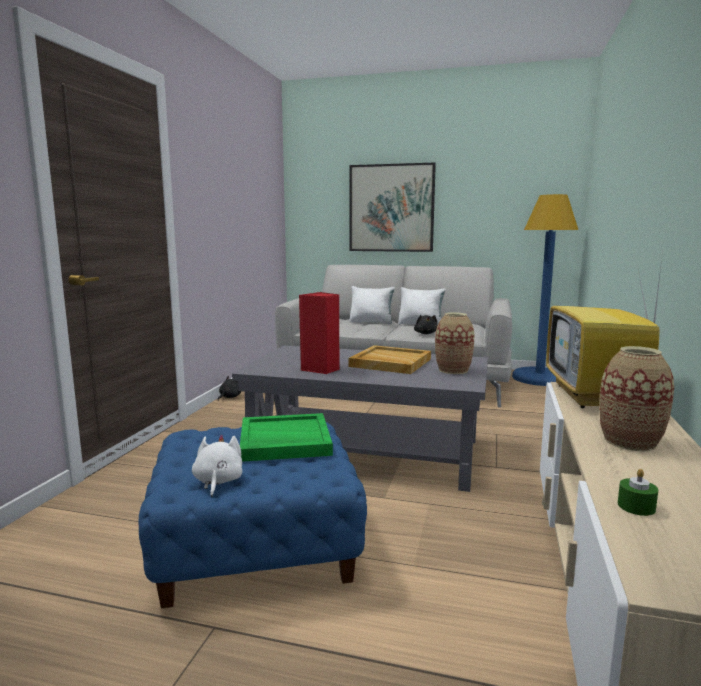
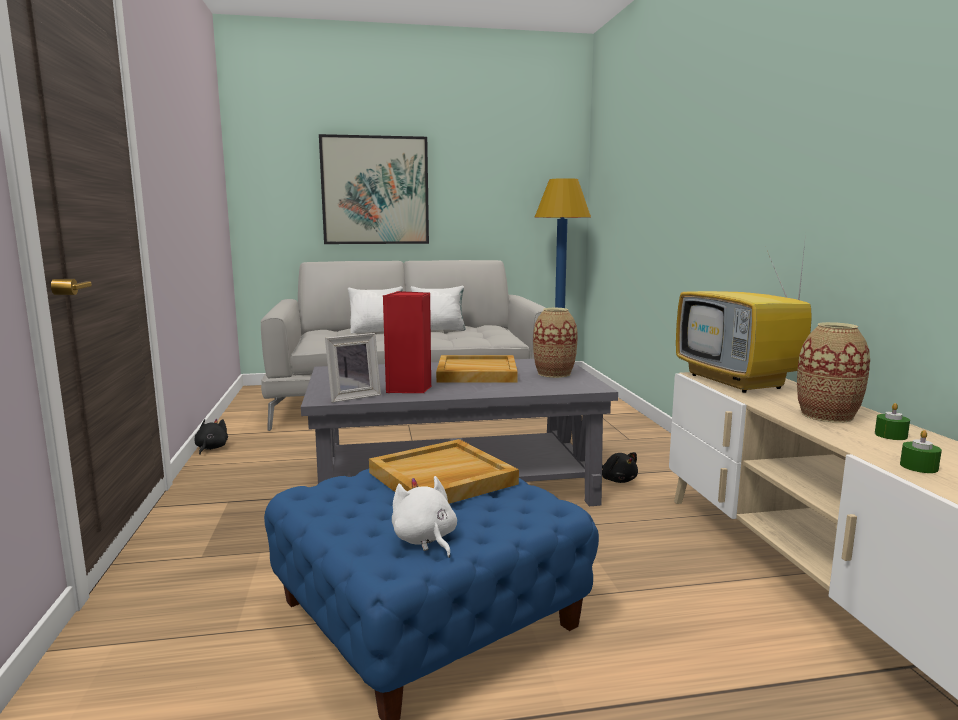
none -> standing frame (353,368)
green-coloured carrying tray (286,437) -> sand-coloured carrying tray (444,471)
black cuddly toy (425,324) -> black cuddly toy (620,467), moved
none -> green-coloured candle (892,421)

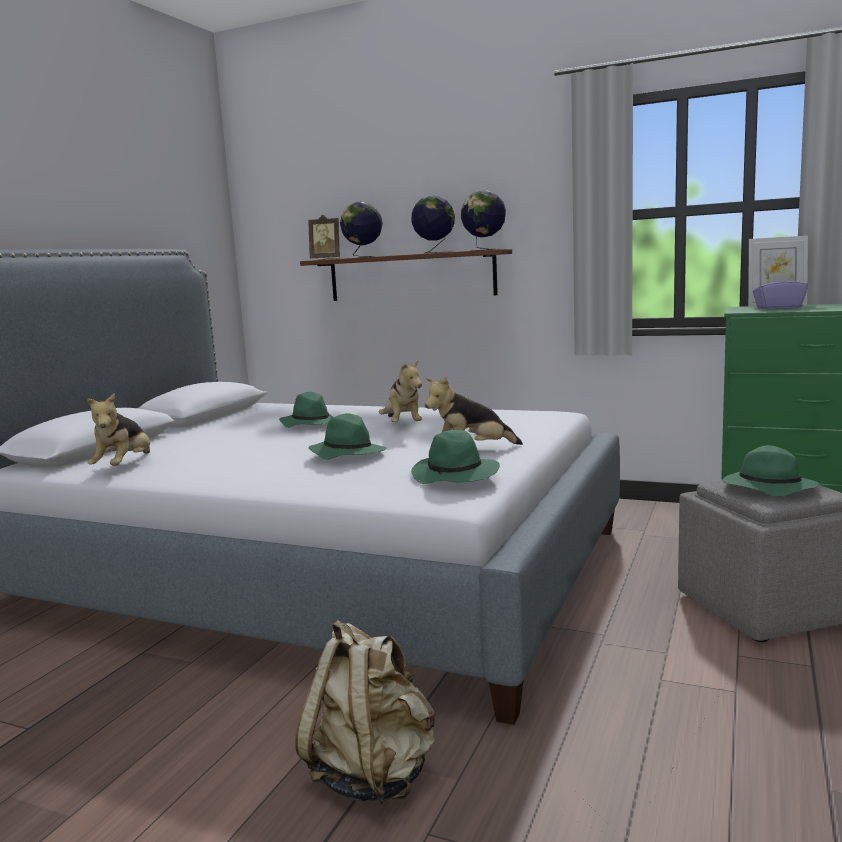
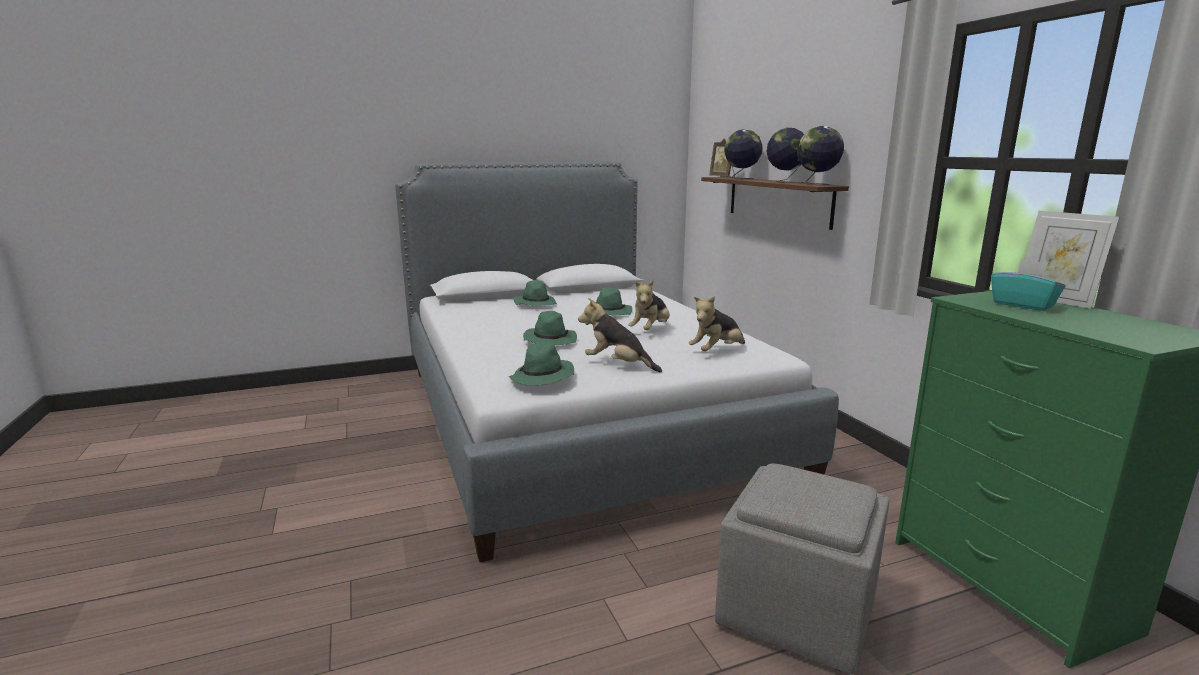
green-coloured hat (770,471) -> green-coloured hat (535,293), moved
cuddly toy (118,429) -> cuddly toy (717,323), moved
purple-coloured tissue box (780,291) -> blue-green tissue box (1028,285)
sand-coloured knapsack (365,712) -> none

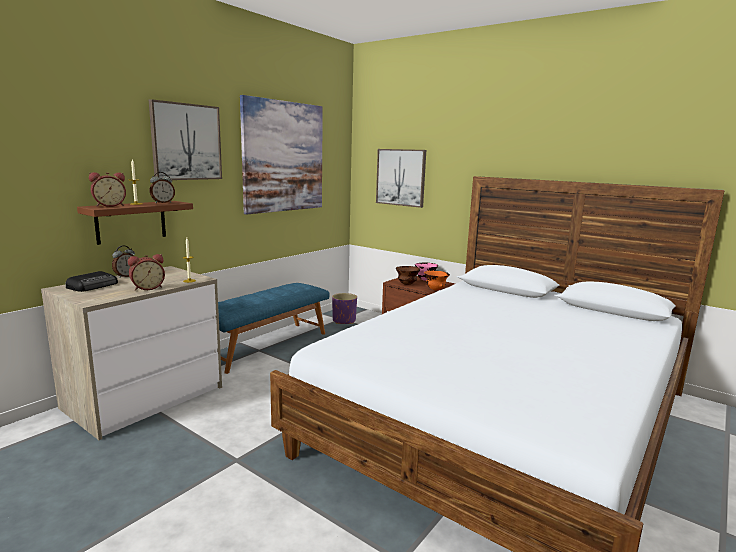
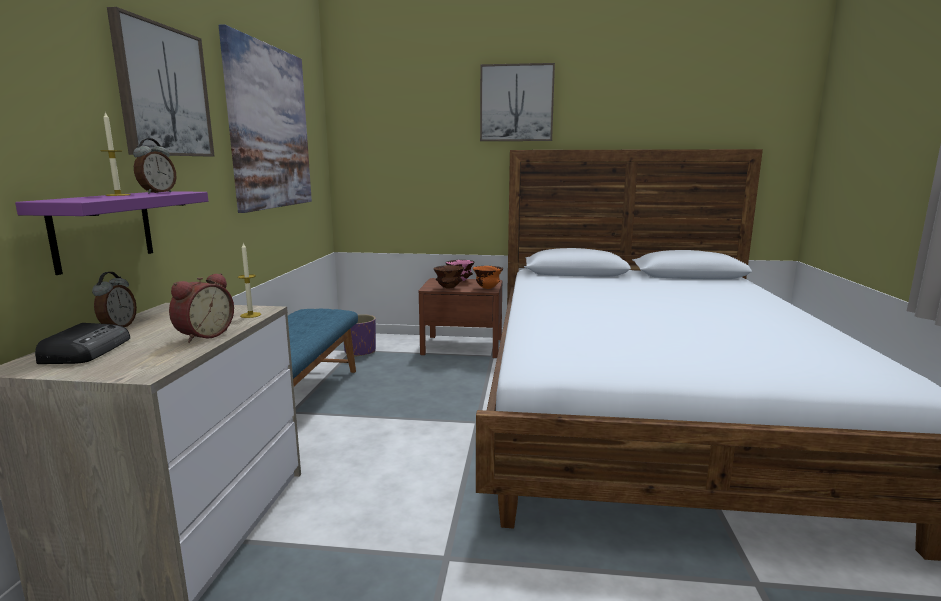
brownish bracket shelf (135,223) -> purple-coloured bracket shelf (111,233)
picture (401,178) -> picture (517,102), moved
table clock (107,189) -> none

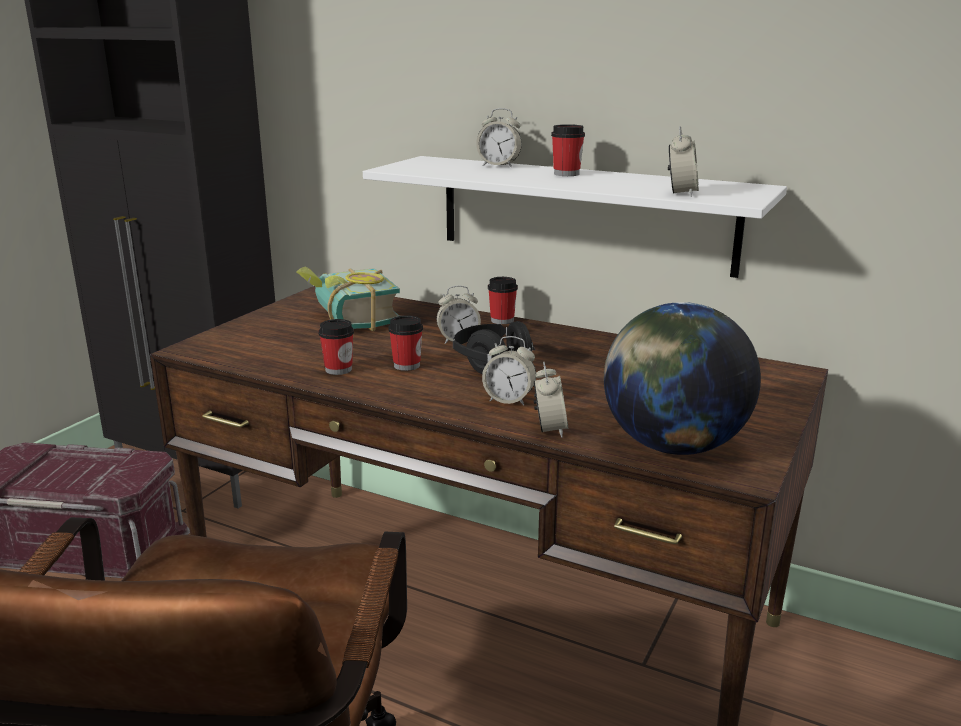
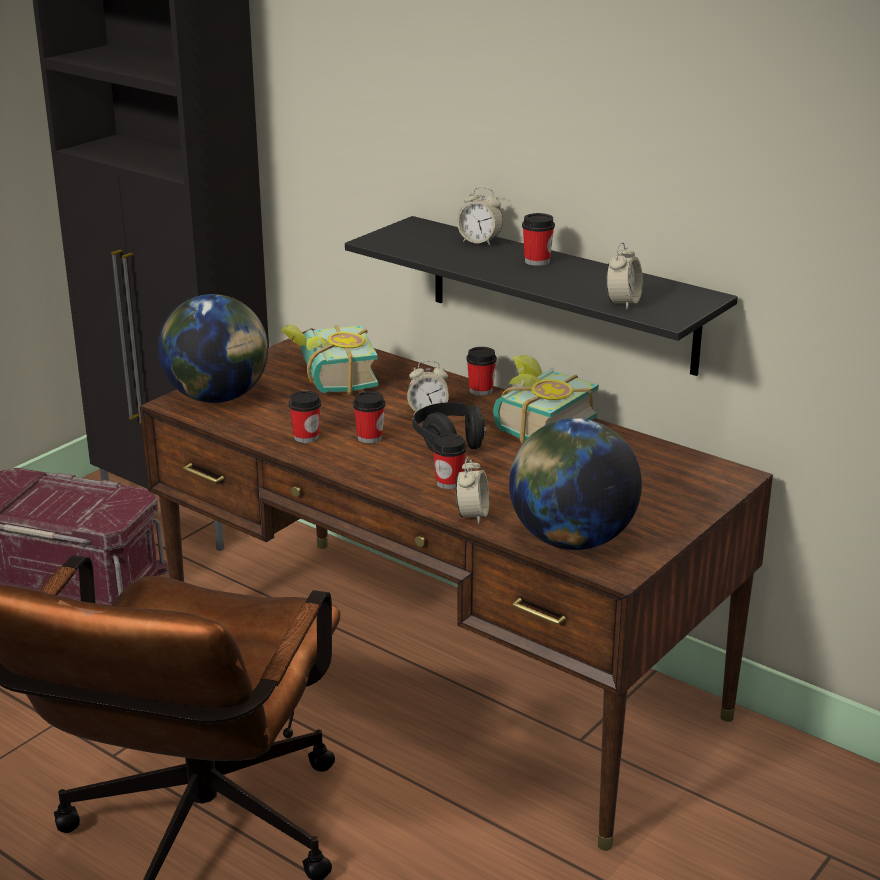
none -> globe (213,348)
whitish bracket shelf (575,217) -> black bracket shelf (541,296)
table clock (509,371) -> cup (449,461)
none -> book (546,399)

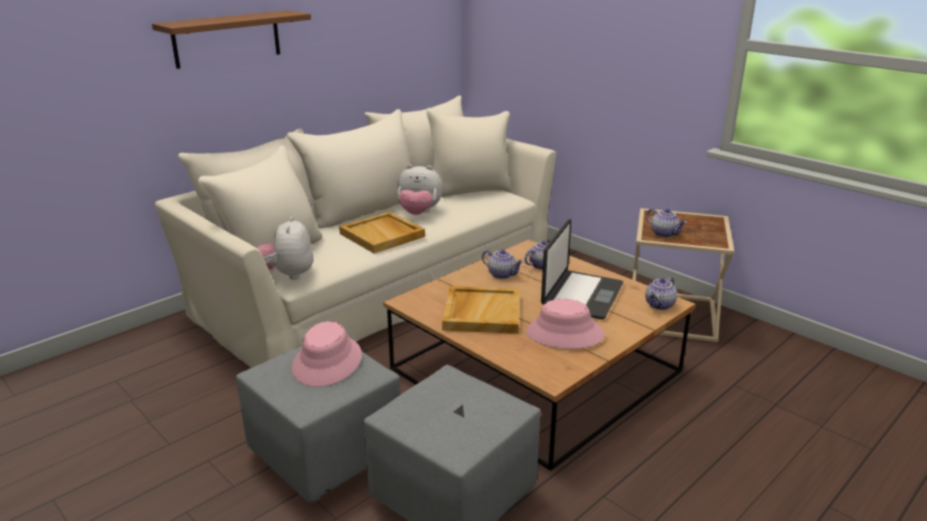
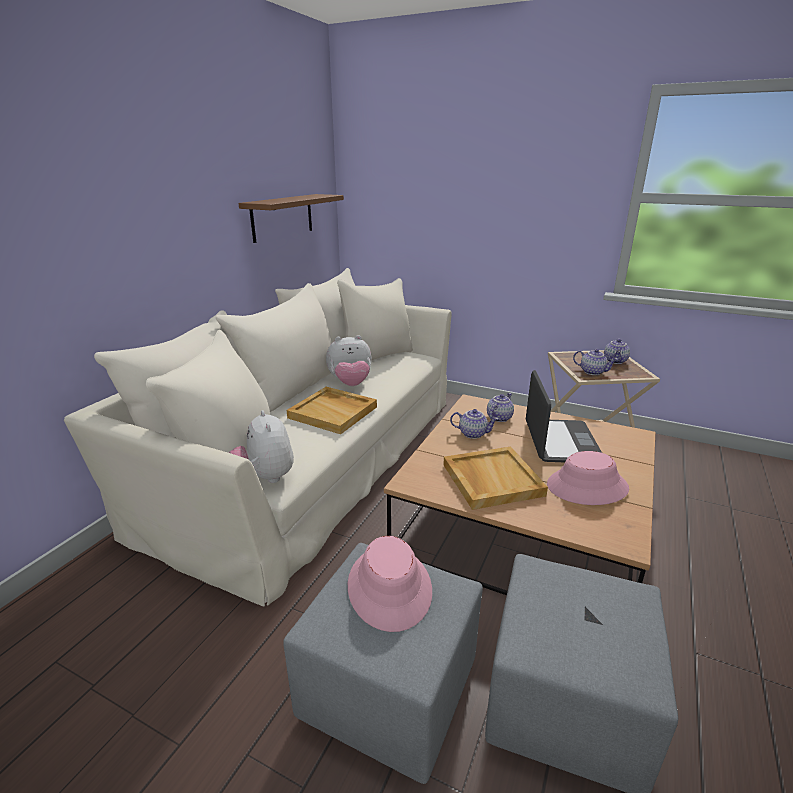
brownish bracket shelf (231,39) -> brownish bracket shelf (291,218), moved
teapot (661,293) -> teapot (617,351), moved

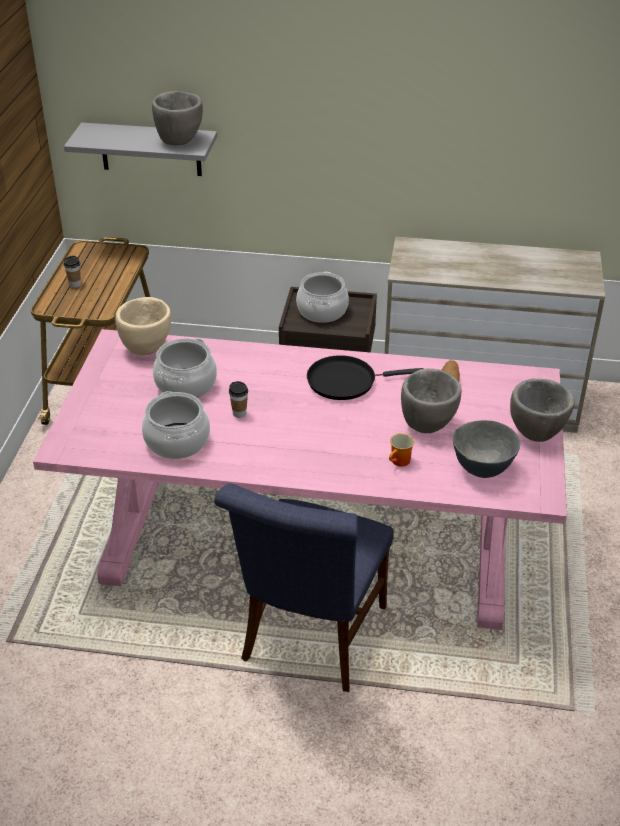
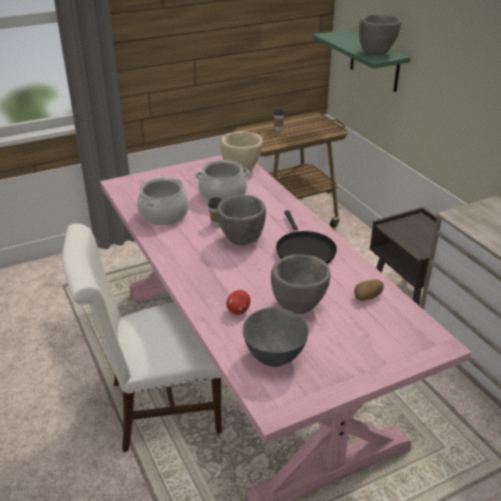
blue plain chair (303,588) -> whitish plain chair (142,337)
grey deep dish (542,410) -> grey deep dish (241,220), moved
mug (401,450) -> whole apple (238,302)
black frying pan (365,377) -> black frying pan (306,237), 150 degrees counterclockwise
grey bracket shelf (140,149) -> green-coloured bracket shelf (361,60)
stockpot (322,297) -> none

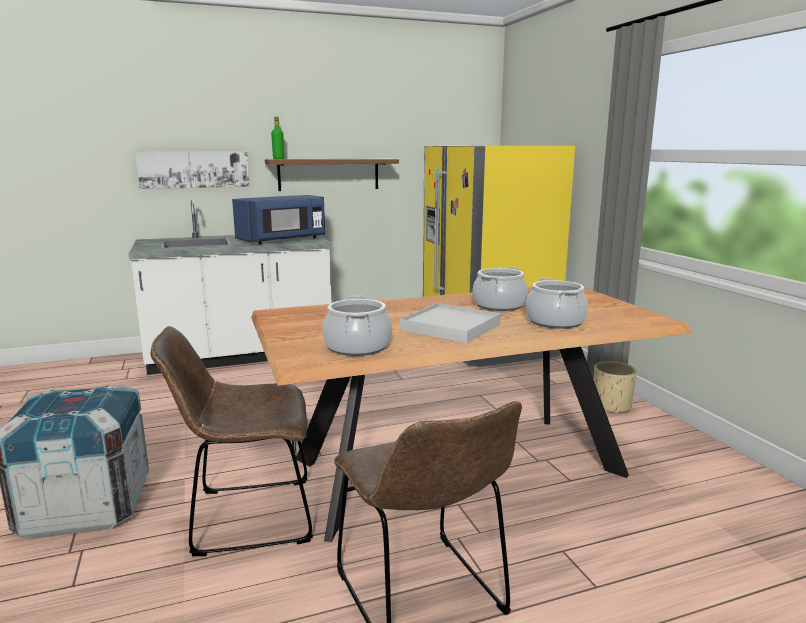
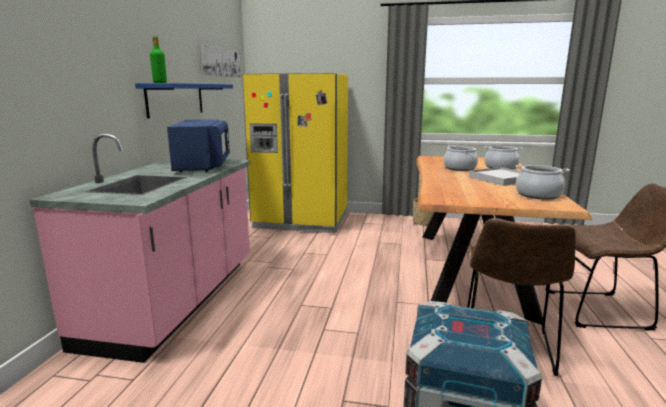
whitish counter (230,287) -> pink counter (139,248)
brownish bracket shelf (332,175) -> blue bracket shelf (184,101)
picture (192,170) -> picture (221,60), moved

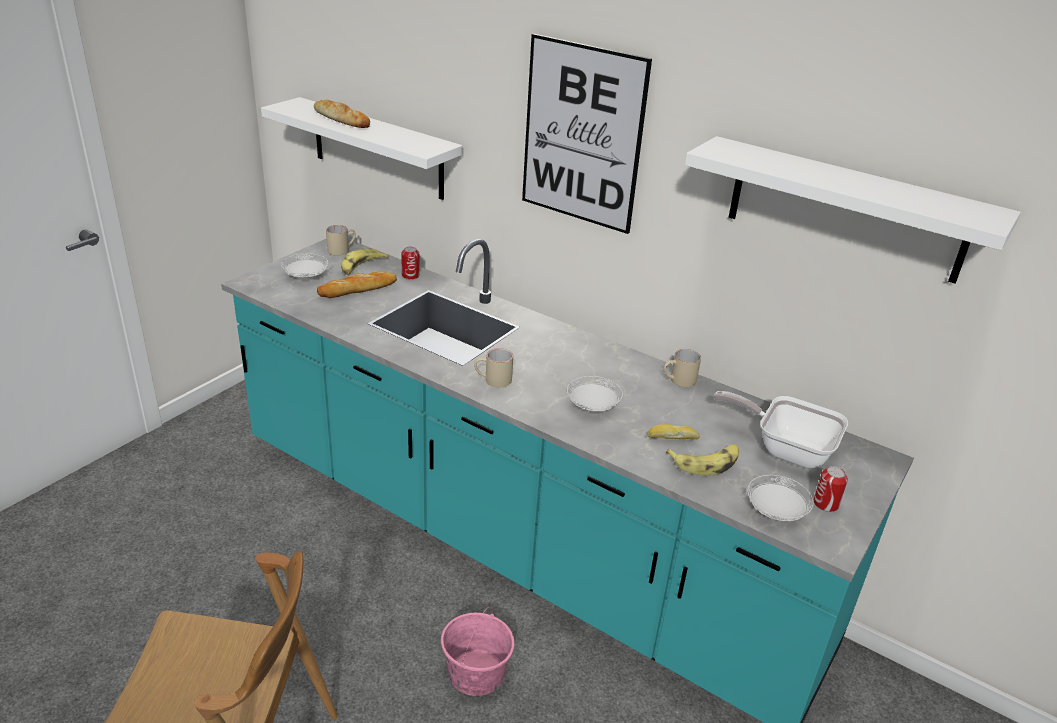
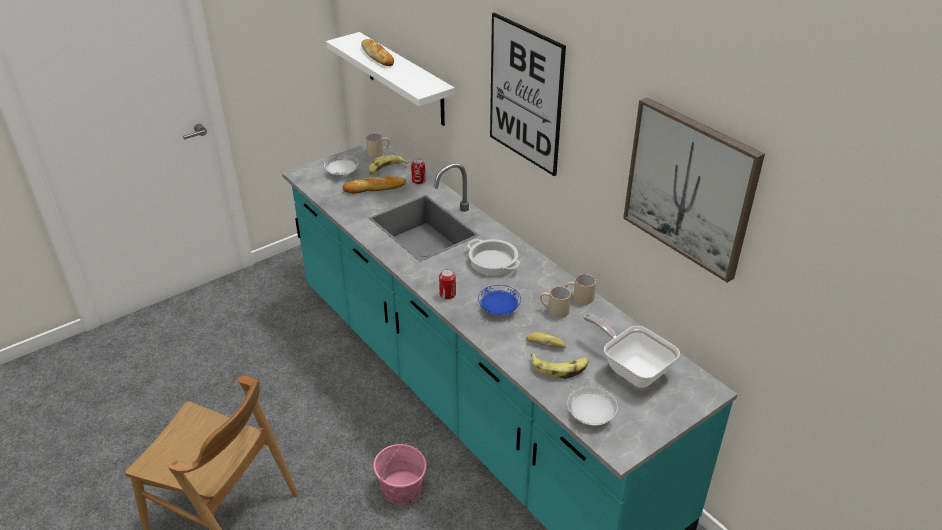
metal can (831,489) -> metal can (447,284), moved
none -> stockpot (493,257)
whitish plate (595,393) -> blue plate (499,300)
sand-coloured mug (493,367) -> sand-coloured mug (555,302), moved
whitish bracket shelf (853,210) -> picture (694,190)

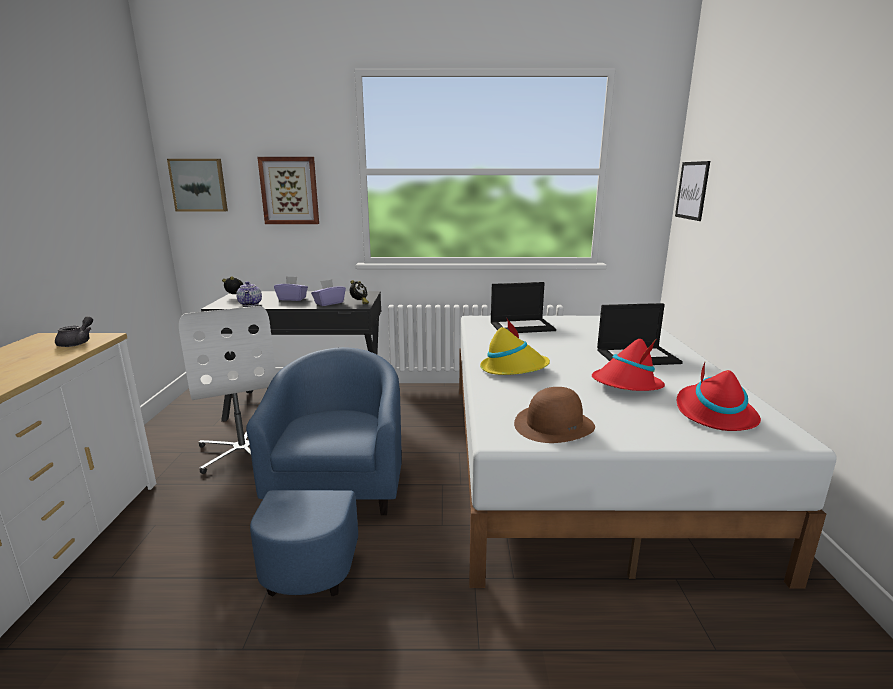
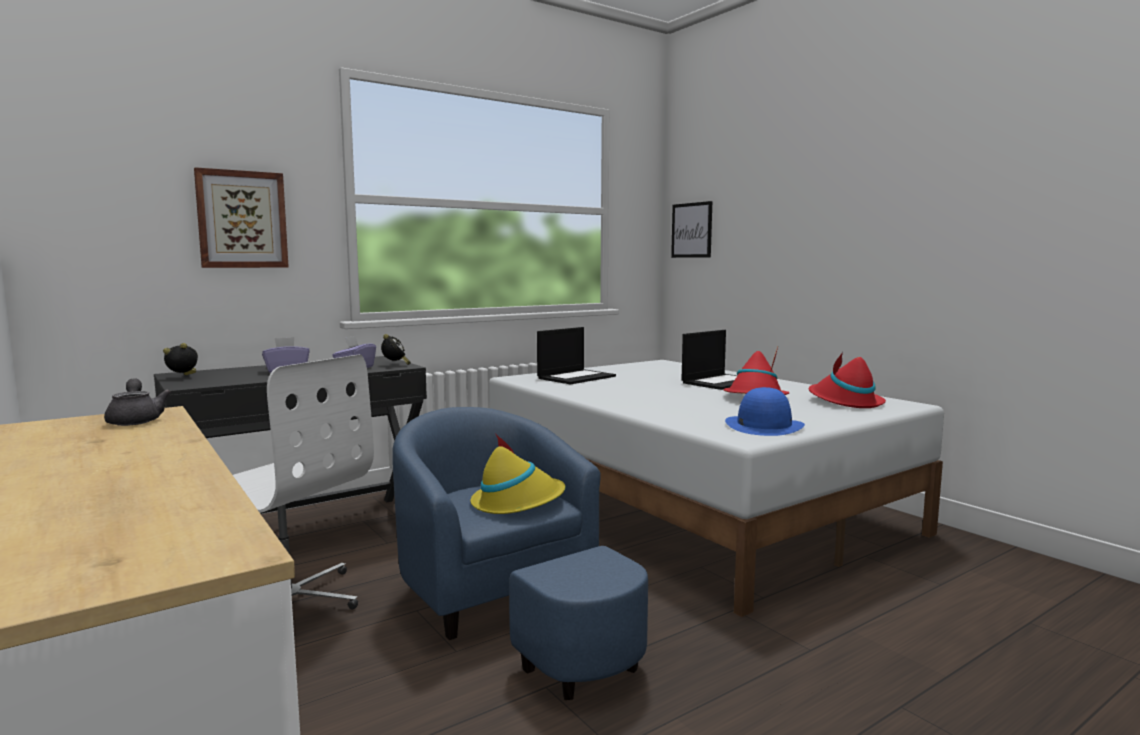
yellow-coloured hat (515,347) -> yellow-coloured hat (518,473), moved
brownish hat (554,415) -> blue hat (765,411)
picture (197,185) -> none
teapot (249,293) -> none

